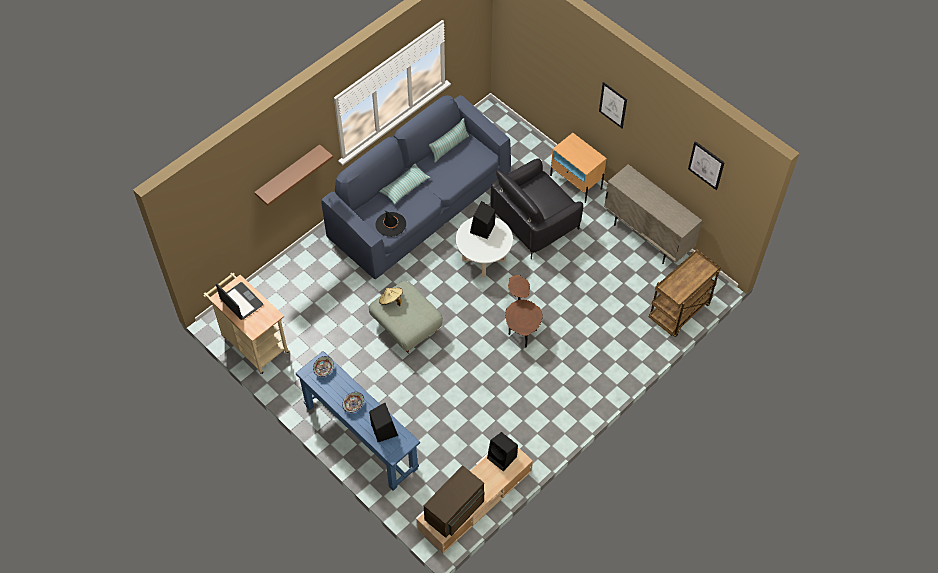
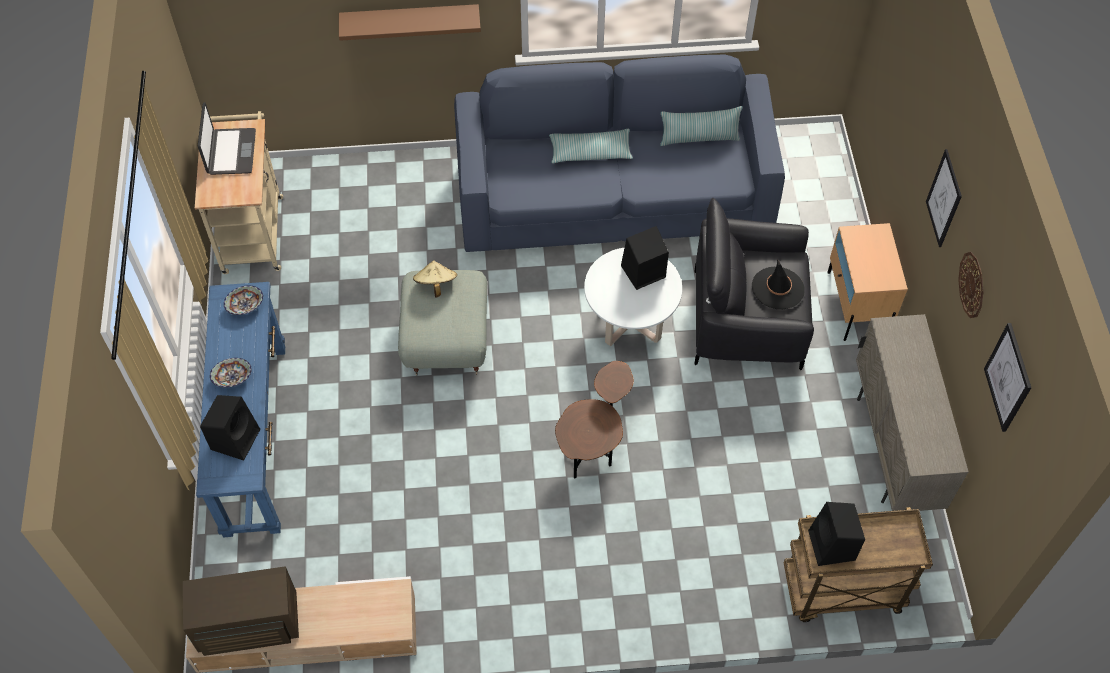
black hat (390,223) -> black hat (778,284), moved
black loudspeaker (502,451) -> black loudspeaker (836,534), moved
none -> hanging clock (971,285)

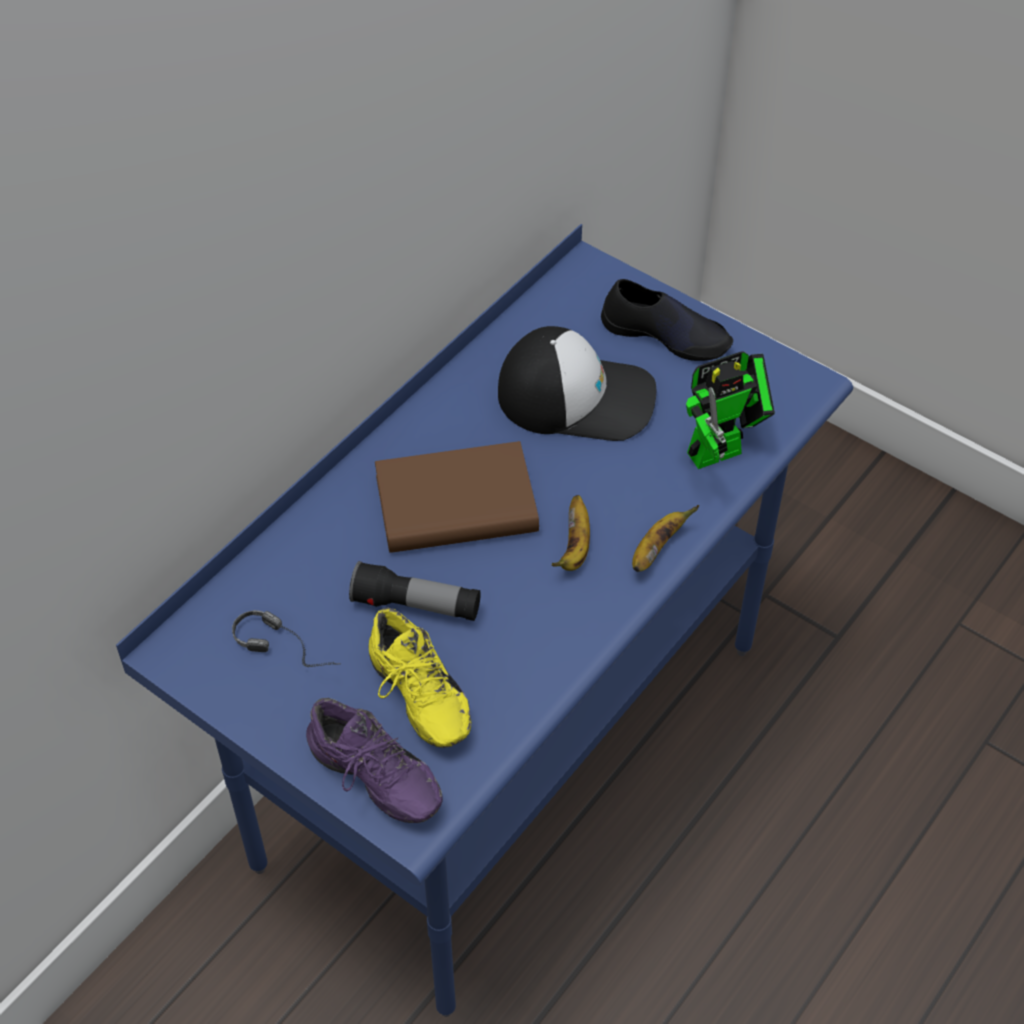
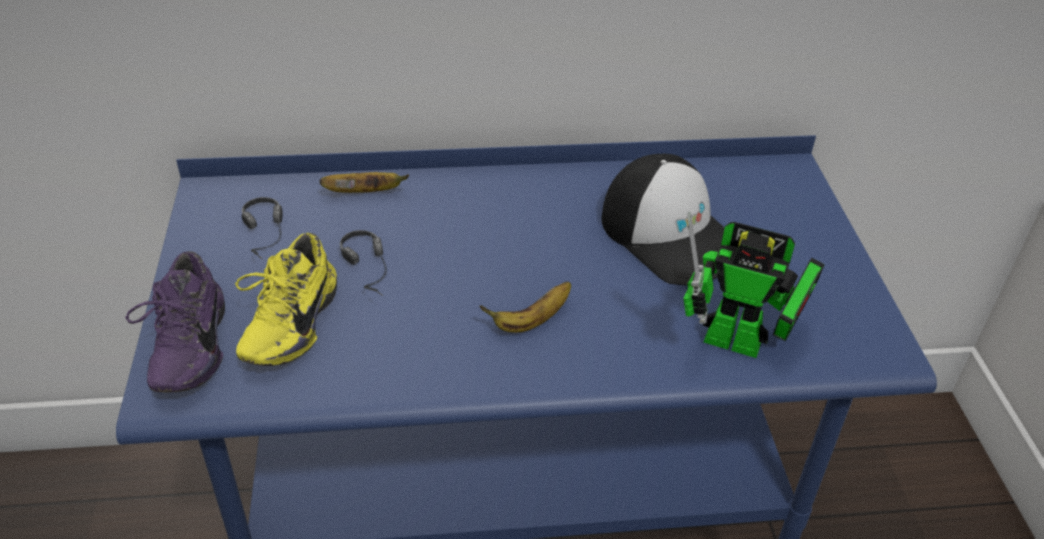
banana fruit (665,538) -> banana fruit (364,182), moved
hand torch (415,591) -> headphones (363,263)
brownish book (457,497) -> none
black shoe (667,320) -> none

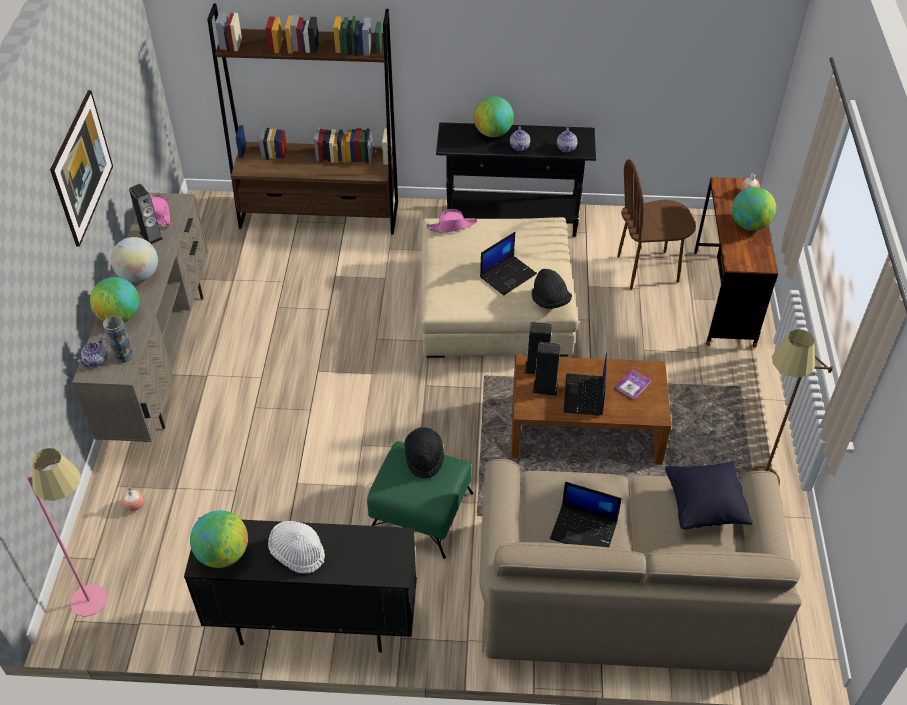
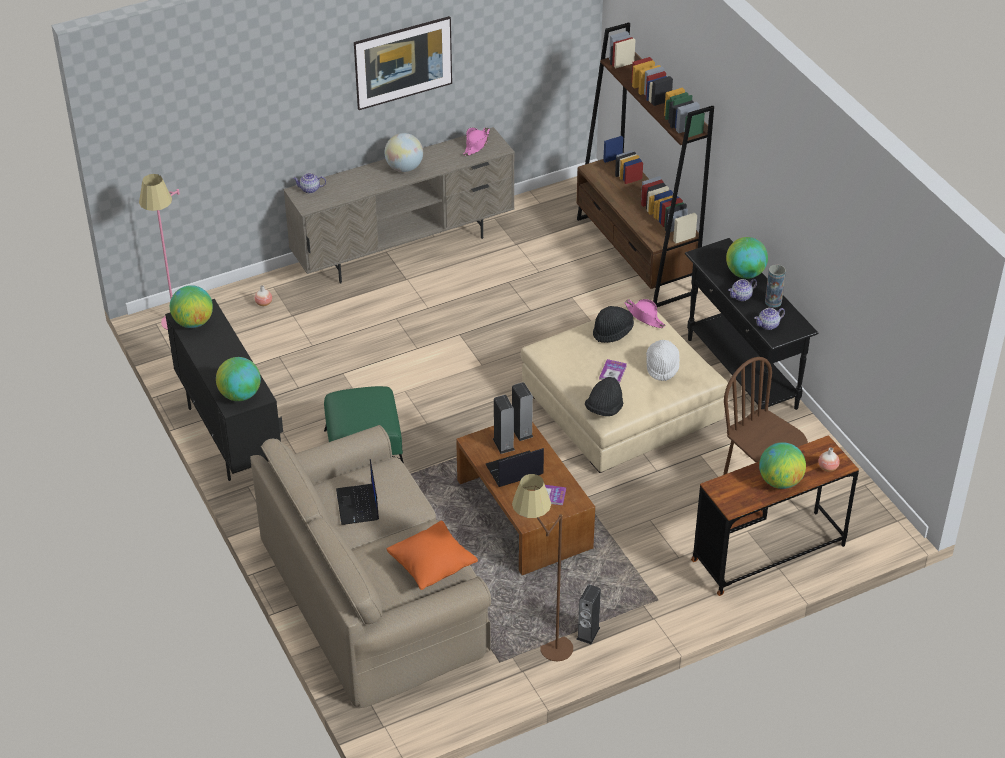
globe (114,300) -> globe (238,379), moved
black cushion (709,495) -> orange cushion (432,555)
loudspeaker (146,214) -> loudspeaker (588,614), moved
black hat (424,452) -> black hat (613,324), moved
laptop (508,263) -> book (613,371)
whitish hat (296,547) -> whitish hat (663,360), moved
flower vase (118,339) -> flower vase (775,286), moved

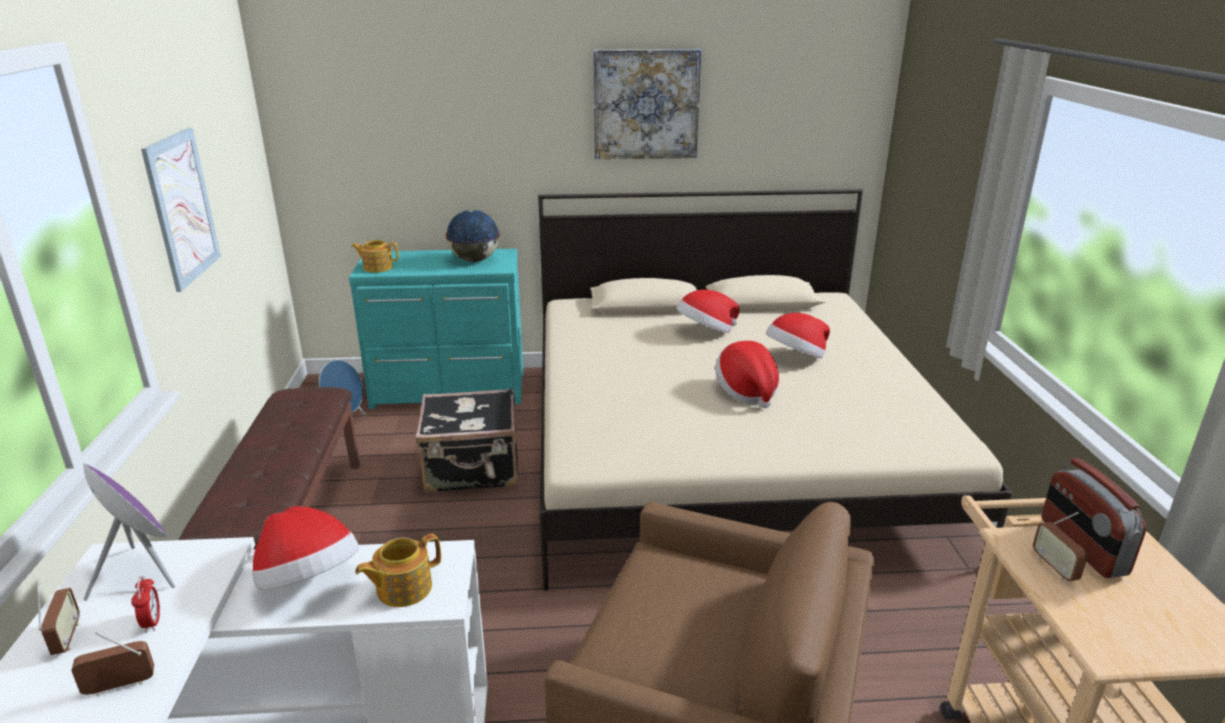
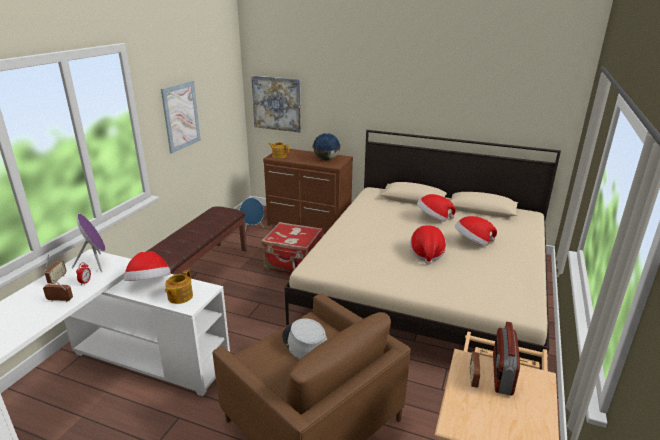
teapot (398,570) -> teapot (179,287), 60 degrees counterclockwise
picture (647,104) -> picture (276,104), moved
black travel case (467,440) -> red-coloured travel case (292,248)
blue-green chest of drawers (436,328) -> brownish chest of drawers (308,191)
none -> grey hat (304,338)

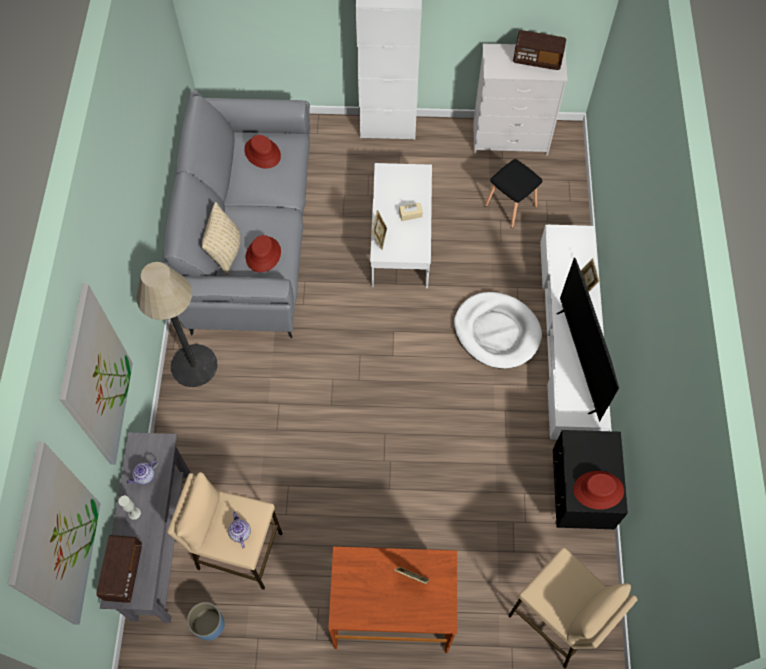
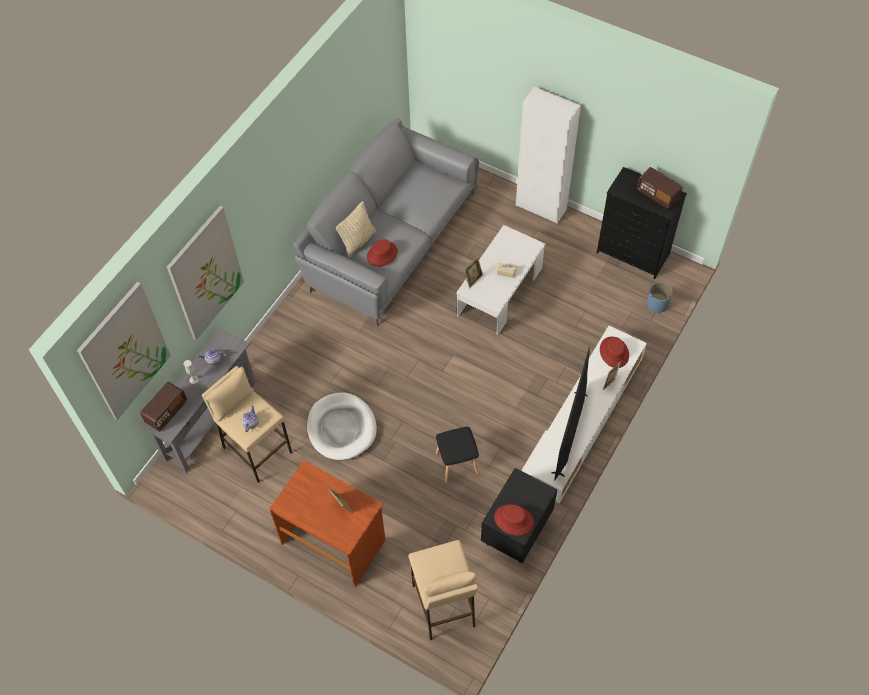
whitish dog cushion (498,330) -> whitish dog cushion (342,426), moved
black sitting stool (513,193) -> black sitting stool (457,455), moved
whitish chest of drawers (520,100) -> black chest of drawers (642,223)
red-coloured hat (262,152) -> red-coloured hat (614,352), moved
blue planter (206,621) -> blue planter (660,297), moved
standard lamp (177,324) -> none

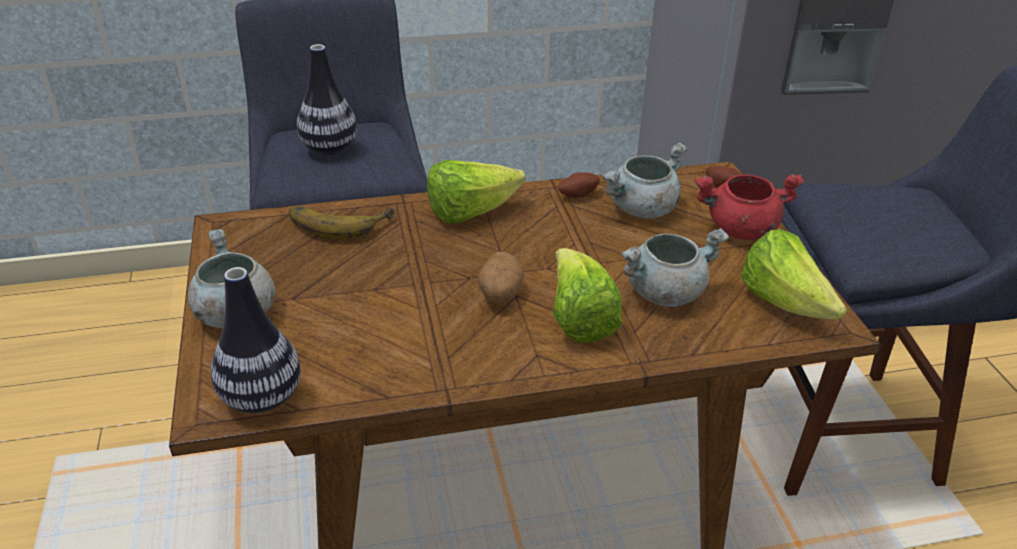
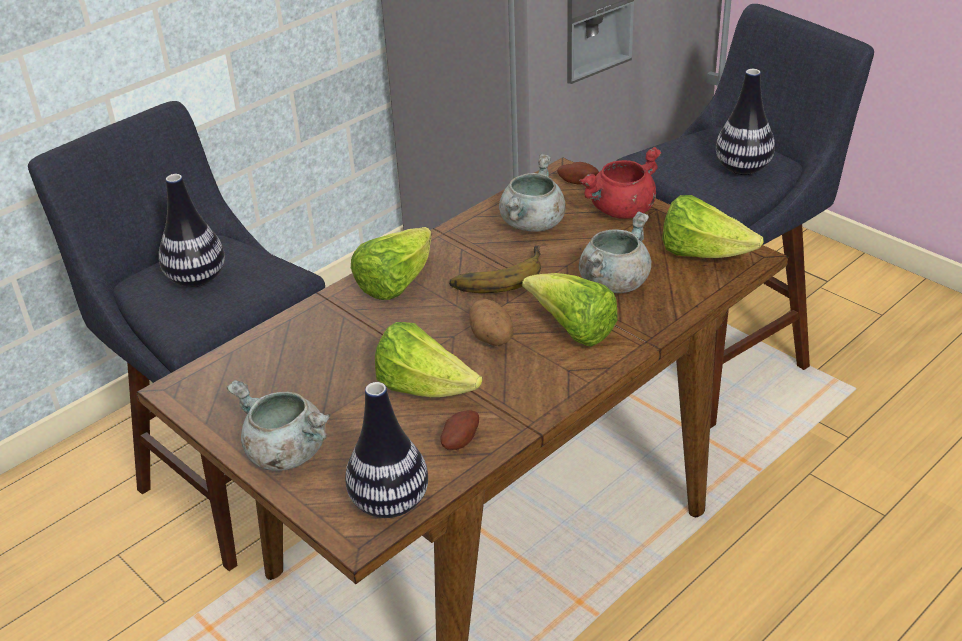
none -> lettuce (428,359)
spud (579,185) -> spud (459,430), moved
banana fruit (341,222) -> banana fruit (495,269), moved
none -> flower vase (745,122)

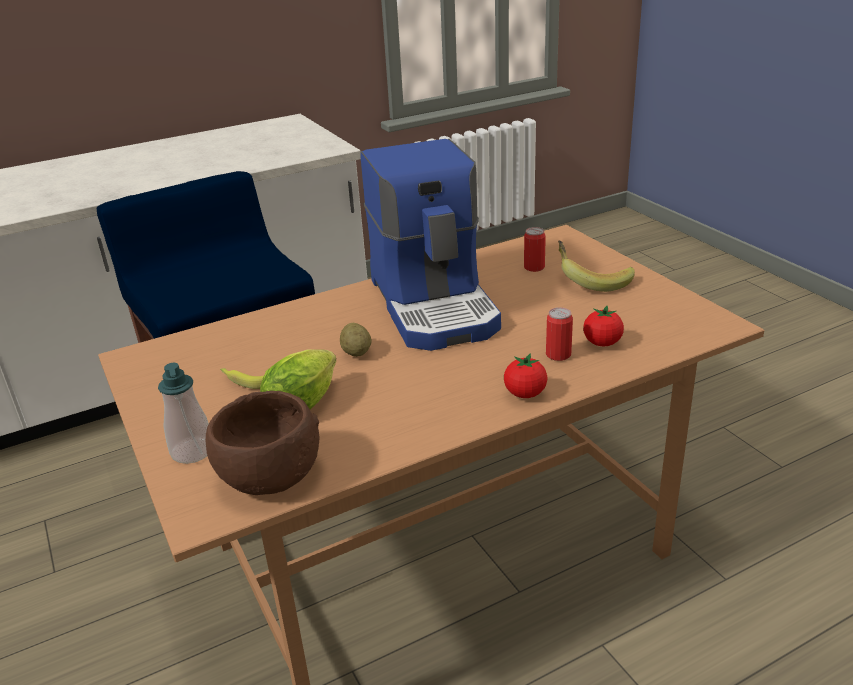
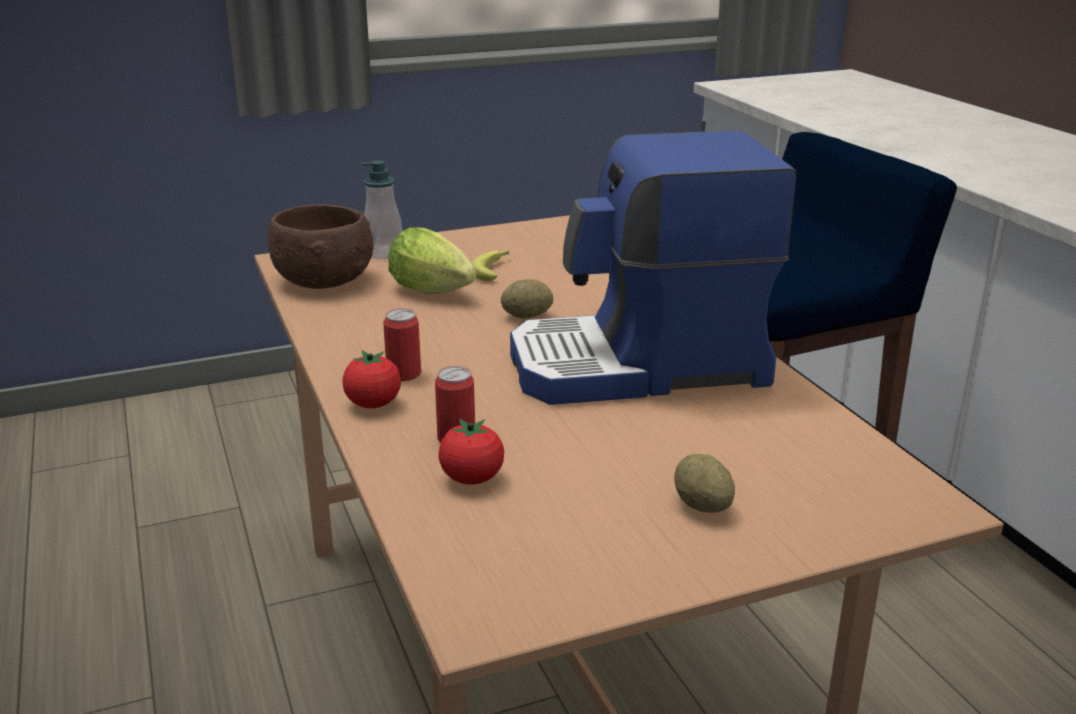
metal can (535,249) -> metal can (402,344), moved
banana fruit (596,266) -> spud (704,483)

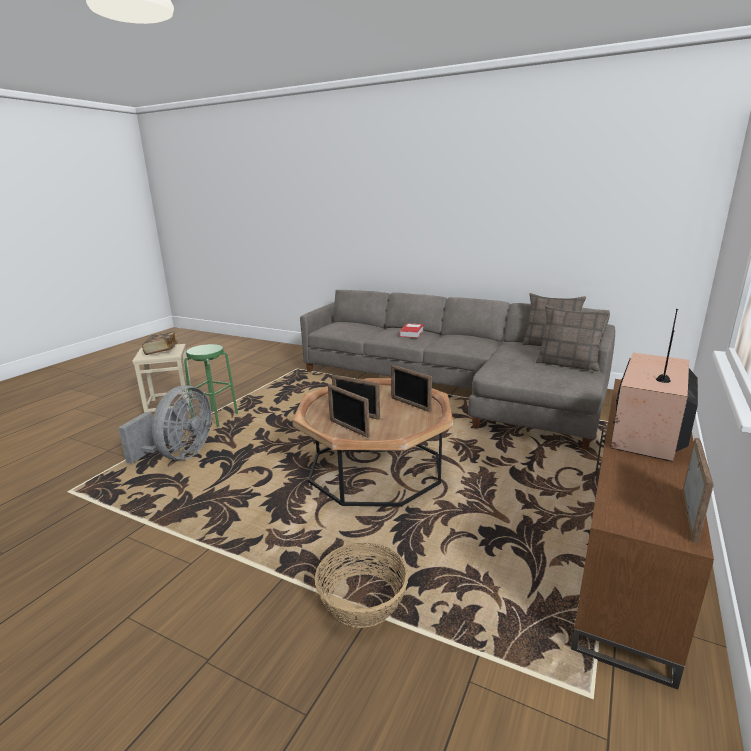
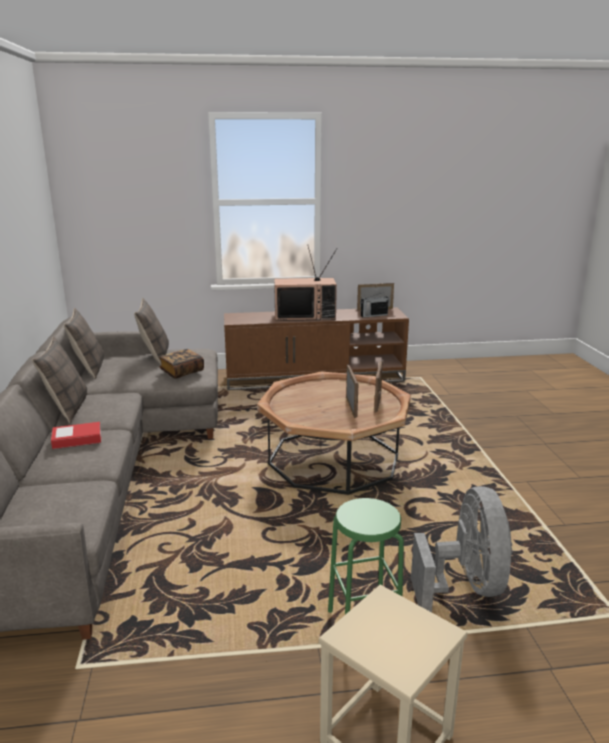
none -> cushion (60,379)
book (160,343) -> book (181,364), moved
none -> radio (375,305)
grey cooling fan (164,424) -> grey cooling fan (462,549), 105 degrees clockwise
basket (362,585) -> none
standing frame (411,388) -> none

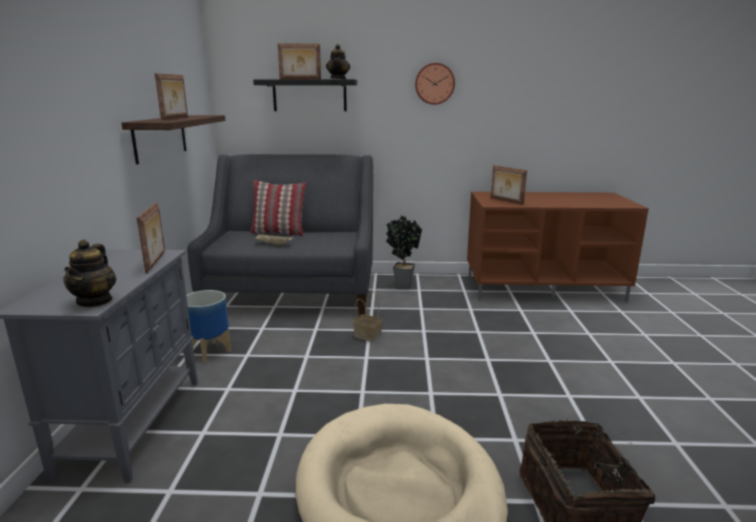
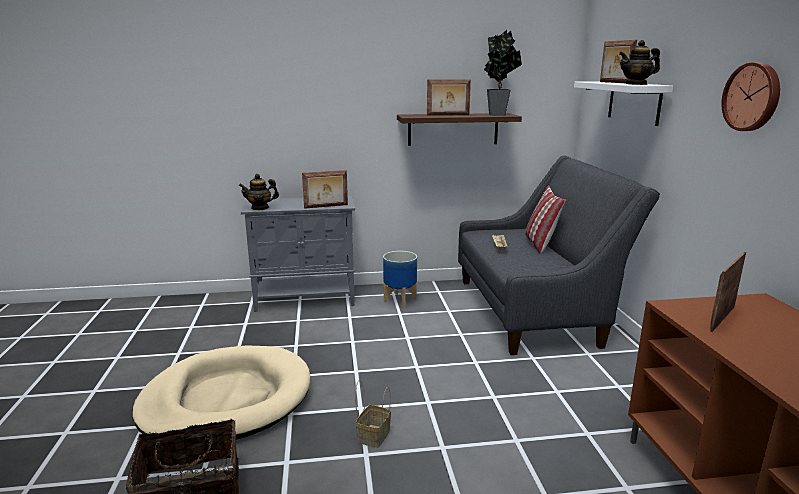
basket (367,316) -> basket (373,414), moved
plant in a pot (404,252) -> plant in a pot (503,73), moved
black bracket shelf (305,95) -> whitish bracket shelf (623,104)

